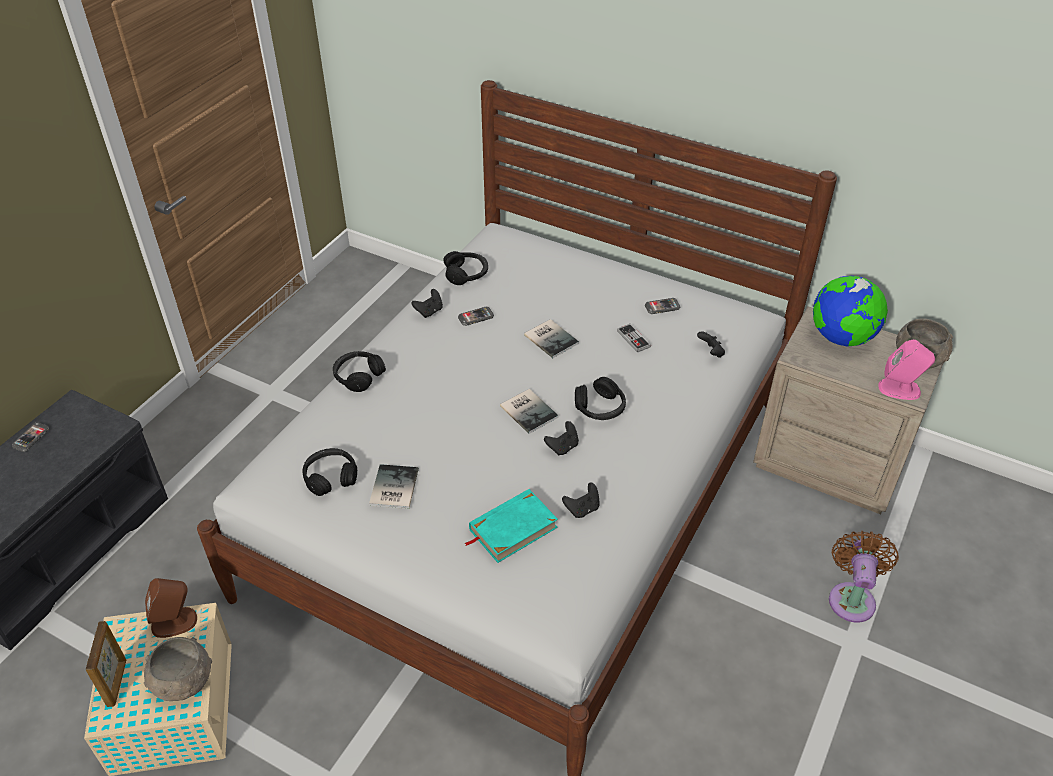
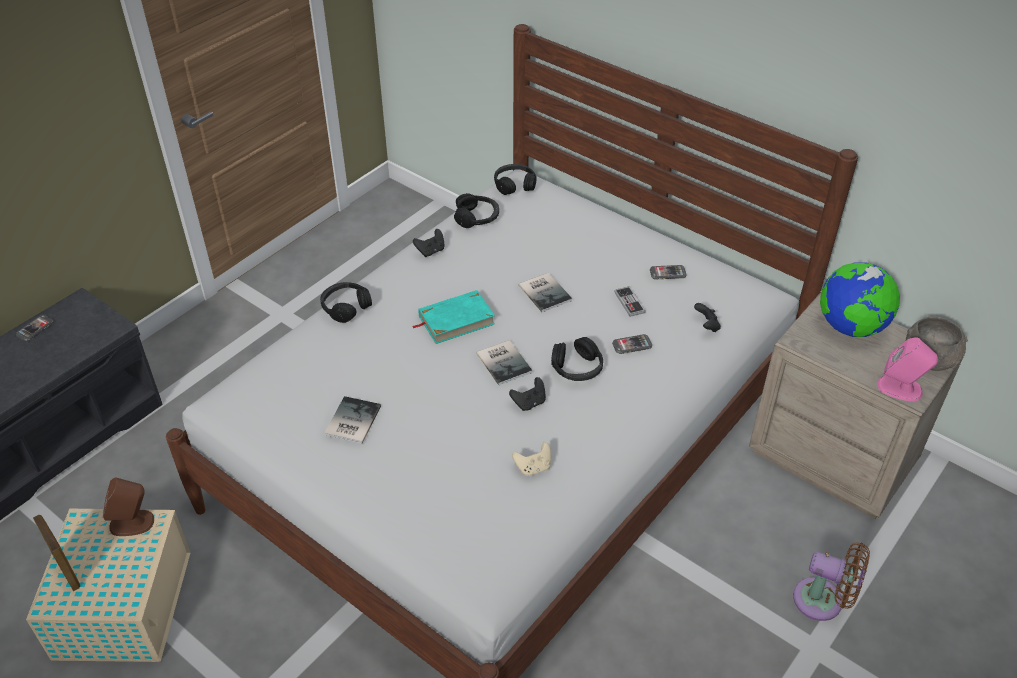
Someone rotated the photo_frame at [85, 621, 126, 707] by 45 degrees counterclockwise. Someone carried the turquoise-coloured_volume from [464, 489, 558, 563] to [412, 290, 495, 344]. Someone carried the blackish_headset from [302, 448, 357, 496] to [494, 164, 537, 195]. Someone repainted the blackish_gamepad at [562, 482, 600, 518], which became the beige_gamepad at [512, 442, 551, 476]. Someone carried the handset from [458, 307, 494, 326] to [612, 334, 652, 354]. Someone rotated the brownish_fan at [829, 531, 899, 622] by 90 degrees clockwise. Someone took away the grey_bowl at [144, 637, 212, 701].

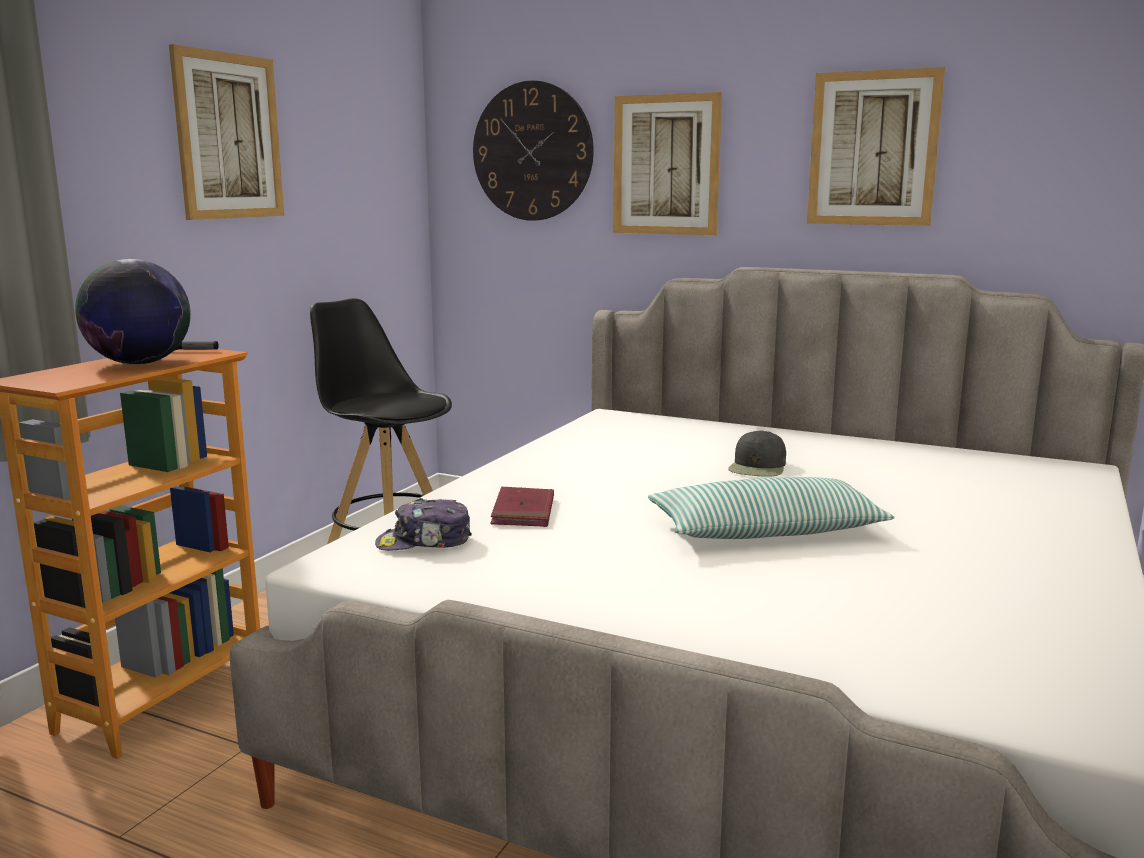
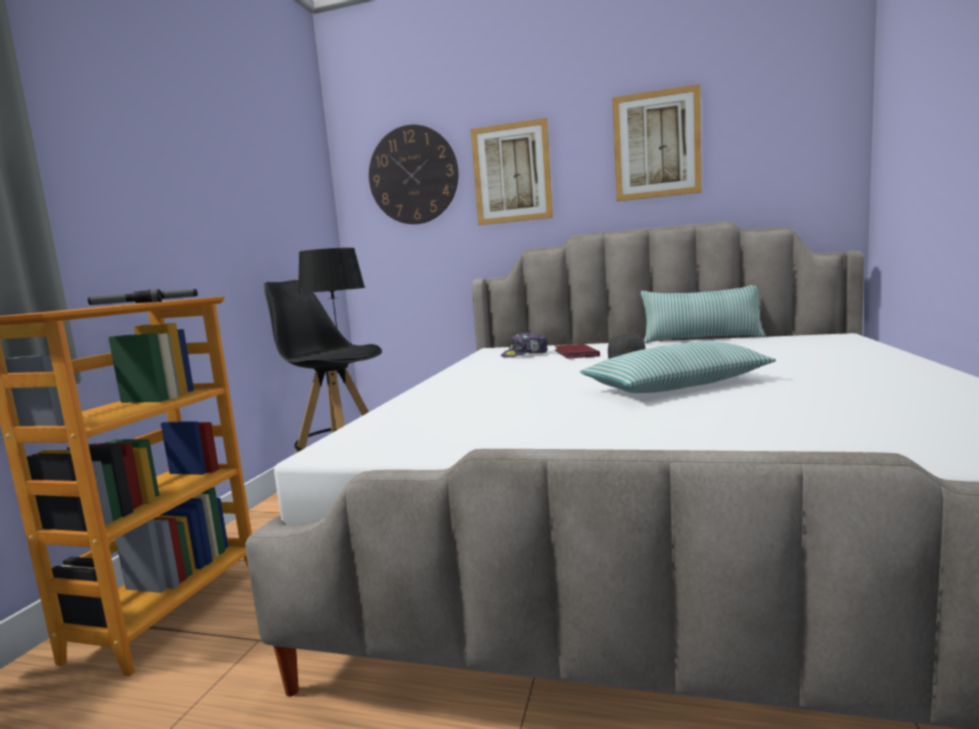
Someone swapped the globe at [75, 259, 191, 365] for the torch at [88, 289, 162, 305]. Someone put down the blackish_tabletop_lamp at [298, 248, 365, 349]. Someone carried the peaked_cap from [375, 498, 472, 551] to [501, 332, 548, 358]. Someone carried the reddish_volume from [490, 487, 554, 527] to [555, 344, 600, 359]. Someone put down the pillow at [640, 285, 765, 343]. Someone took away the wall_picture at [169, 44, 284, 220].

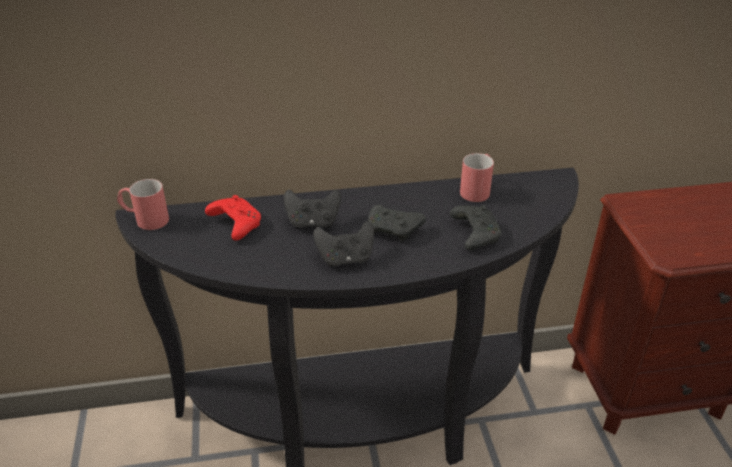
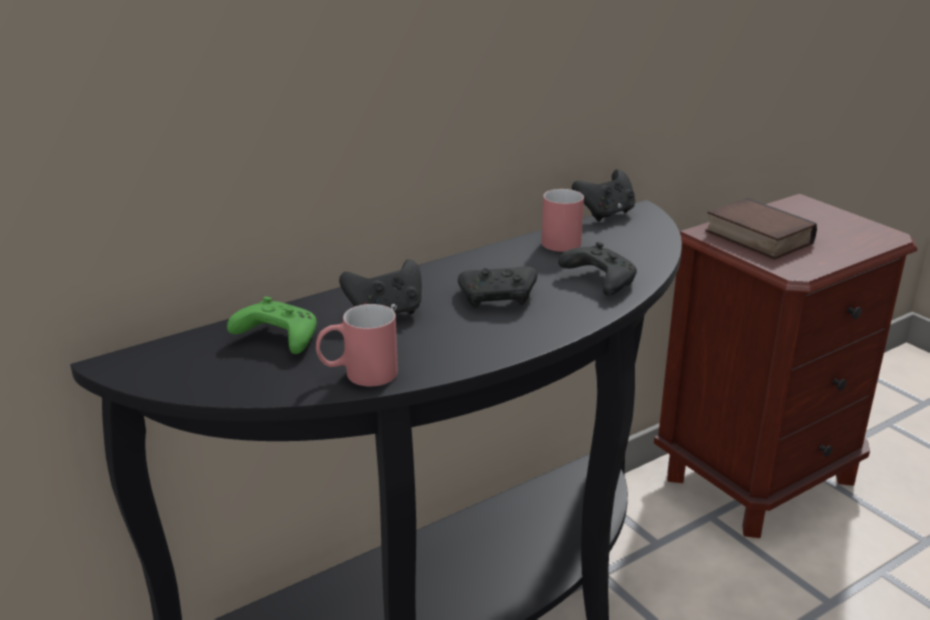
Someone repainted the reddish_gamepad at [205, 195, 261, 241], which became the green_gamepad at [227, 297, 317, 354]. Someone carried the reddish_coffee_mug from [117, 179, 169, 230] to [316, 304, 398, 387]. Someone carried the blackish_gamepad from [313, 221, 374, 267] to [572, 170, 635, 221]. Someone put down the volume at [705, 198, 817, 260].

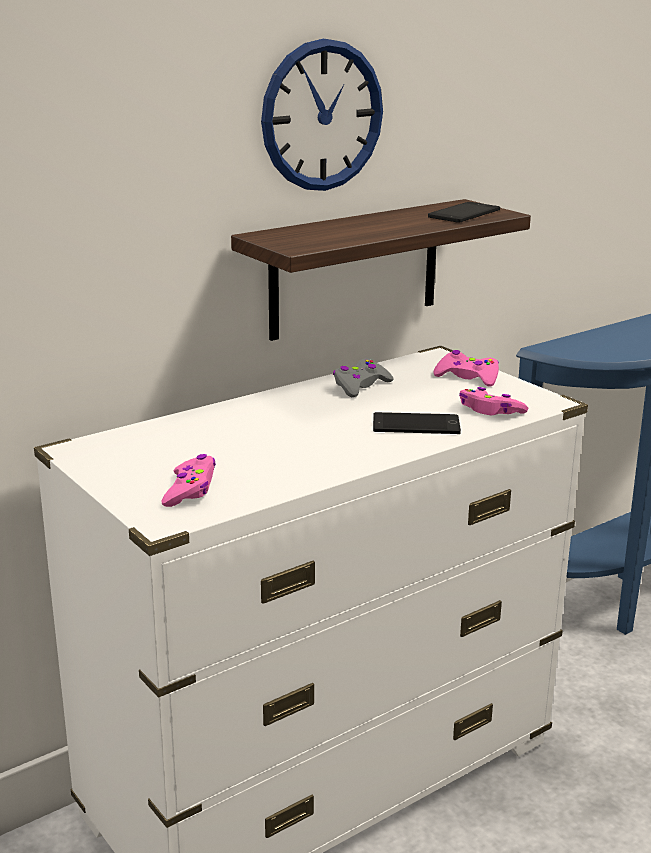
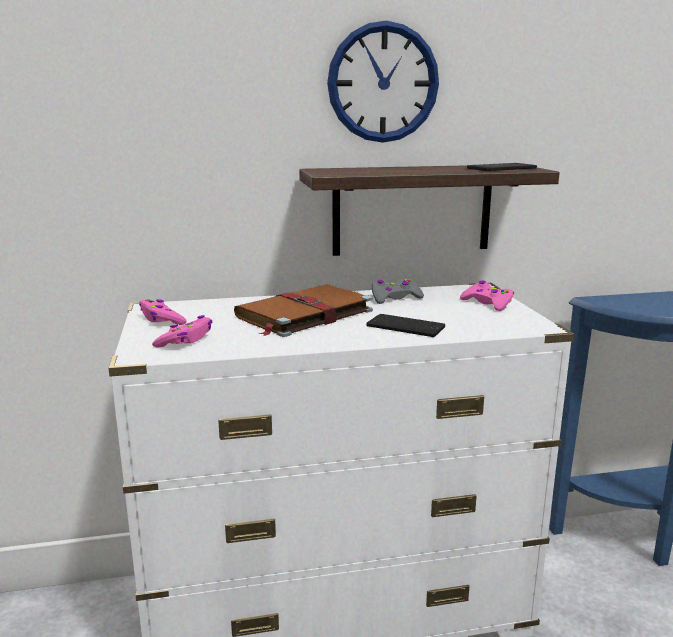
Someone carried the pinkish_gamepad from [459, 387, 528, 415] to [139, 299, 187, 325]. Someone put down the brownish_volume at [234, 284, 373, 337].

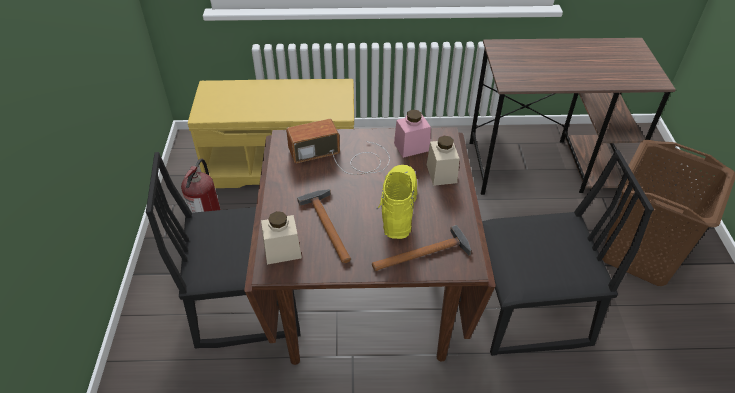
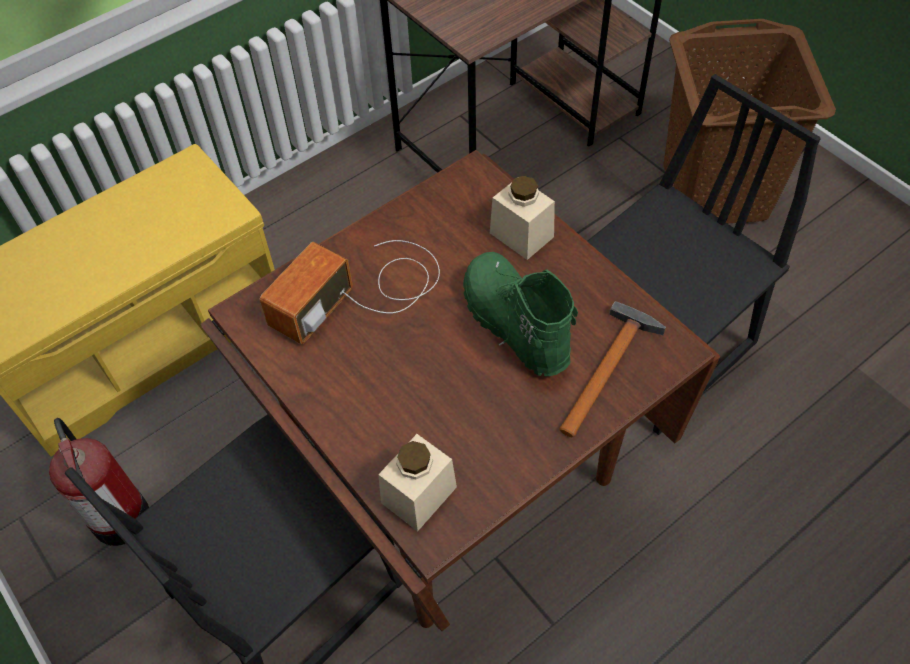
Someone repainted the yellow_boot at [376, 165, 417, 239], which became the green_boot at [463, 252, 578, 376]. Someone took away the hammer at [297, 189, 351, 263]. Someone took away the pinkish_preserve_jar at [394, 110, 431, 158].

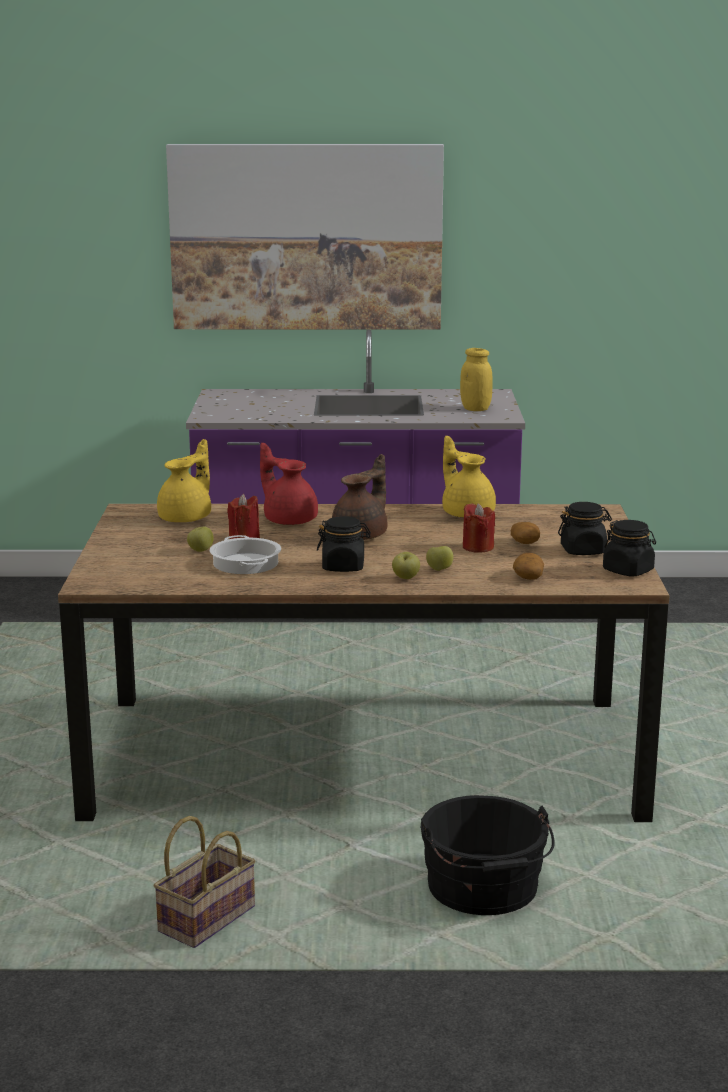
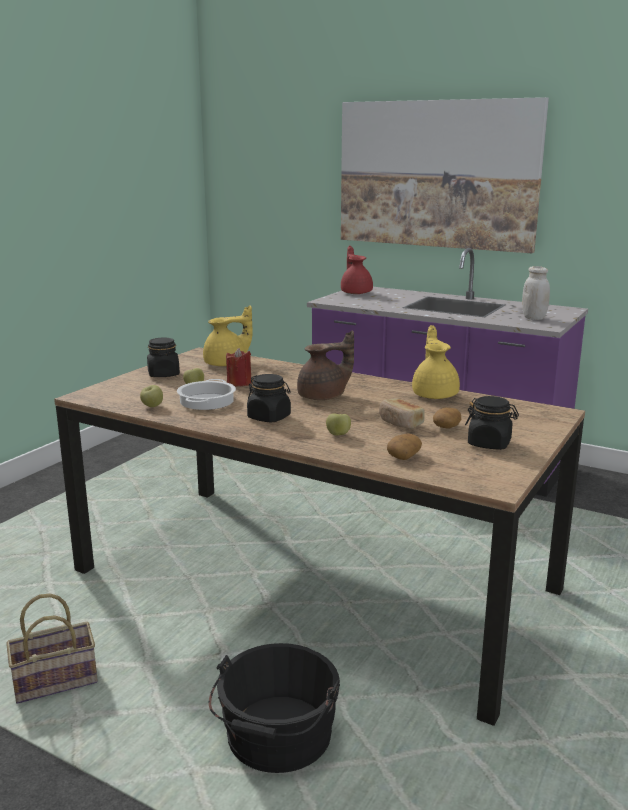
Someone carried the whole_apple from [392, 552, 420, 579] to [140, 385, 163, 407]. Someone carried the blackish_preserve_jar from [603, 520, 656, 576] to [147, 337, 180, 377]. Someone carried the reddish_tea_pot from [260, 443, 318, 525] to [341, 246, 373, 294]. Someone swapped the reddish_wax_candle at [463, 503, 495, 552] for the baked_bread at [379, 398, 425, 429]. Someone repainted the yellow_preserve_jar at [460, 348, 493, 411], which became the white-coloured_preserve_jar at [522, 266, 550, 320].

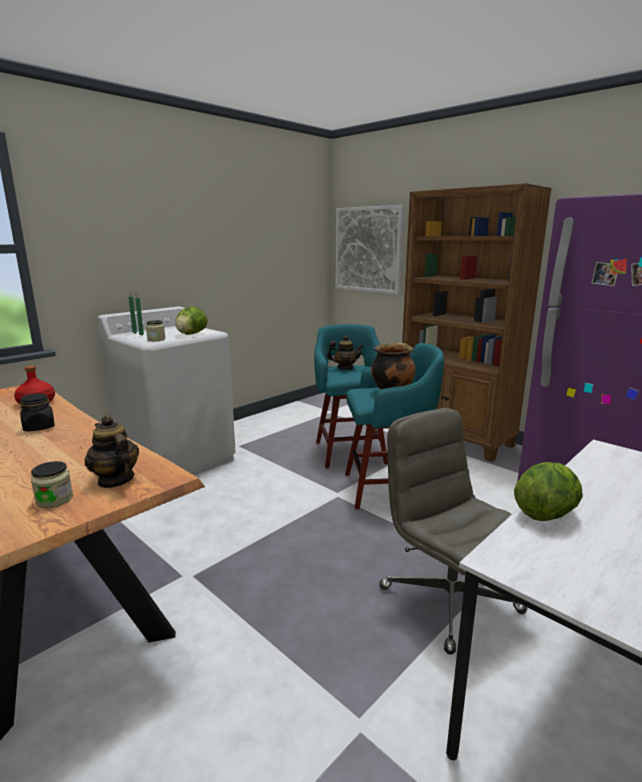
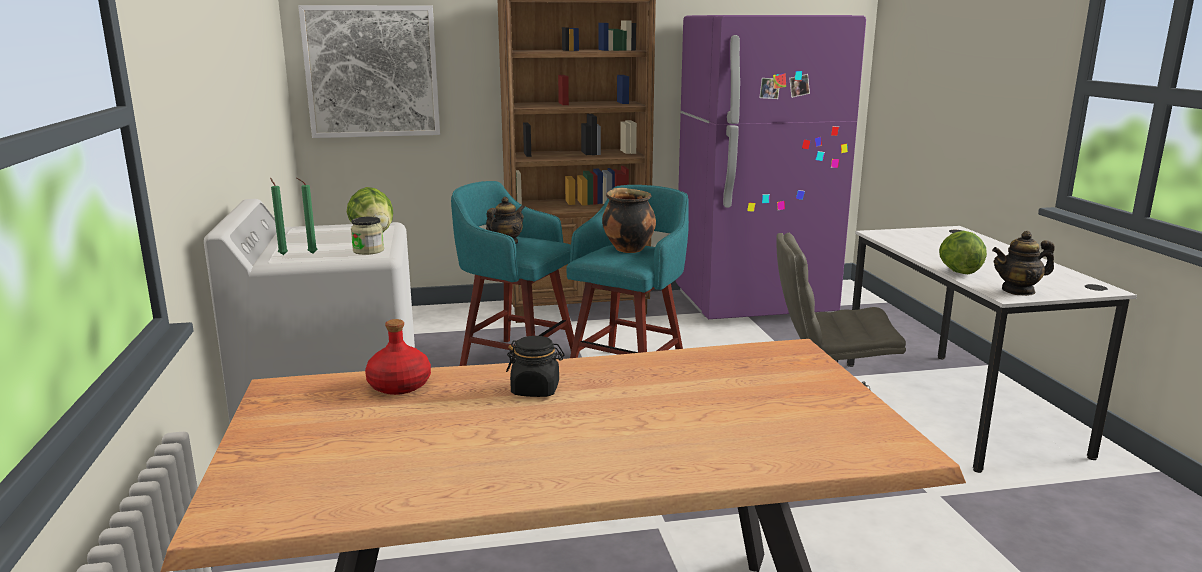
Someone carried the tea_pot from [84, 415, 139, 488] to [992, 231, 1055, 296]. Someone took away the preserve_jar at [31, 461, 73, 508].

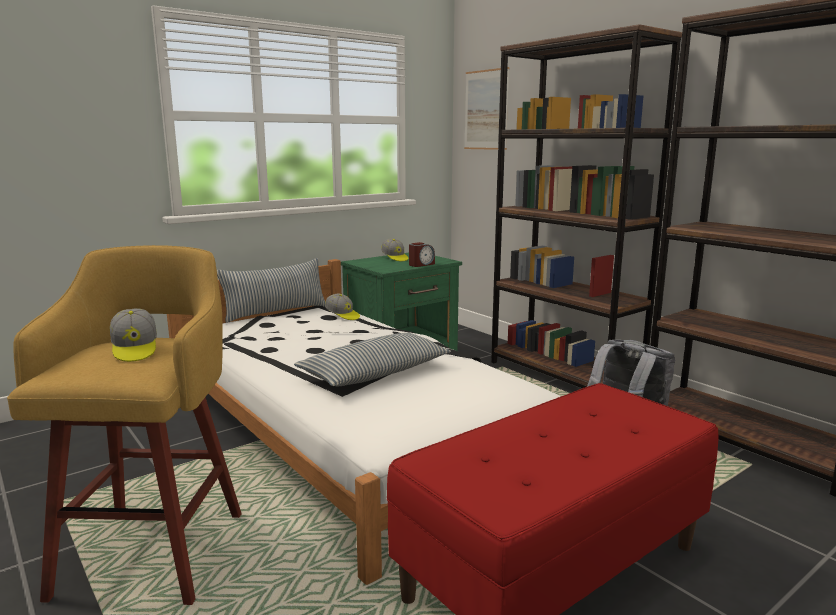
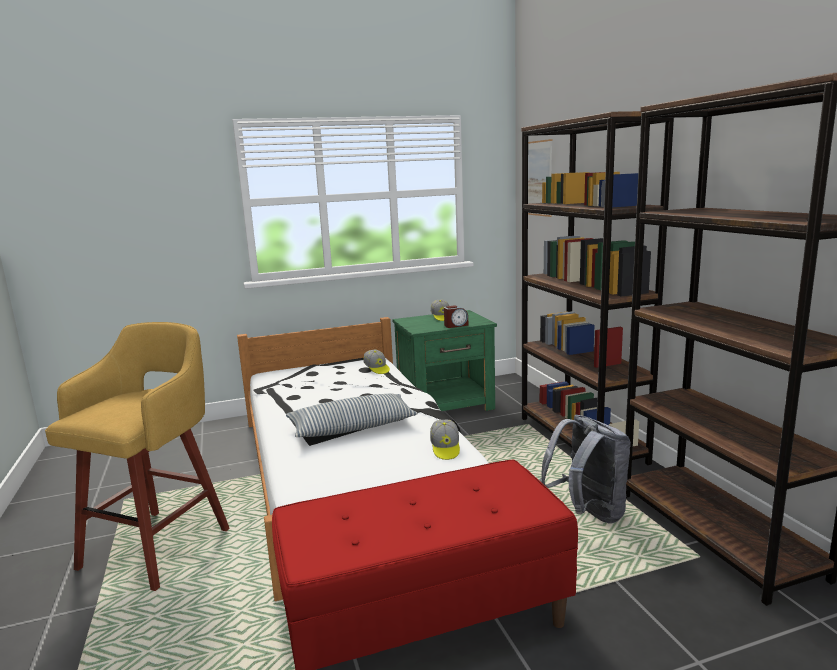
Someone carried the peaked_cap from [110, 309, 157, 362] to [430, 419, 460, 460]. Someone took away the pillow at [217, 258, 325, 323].

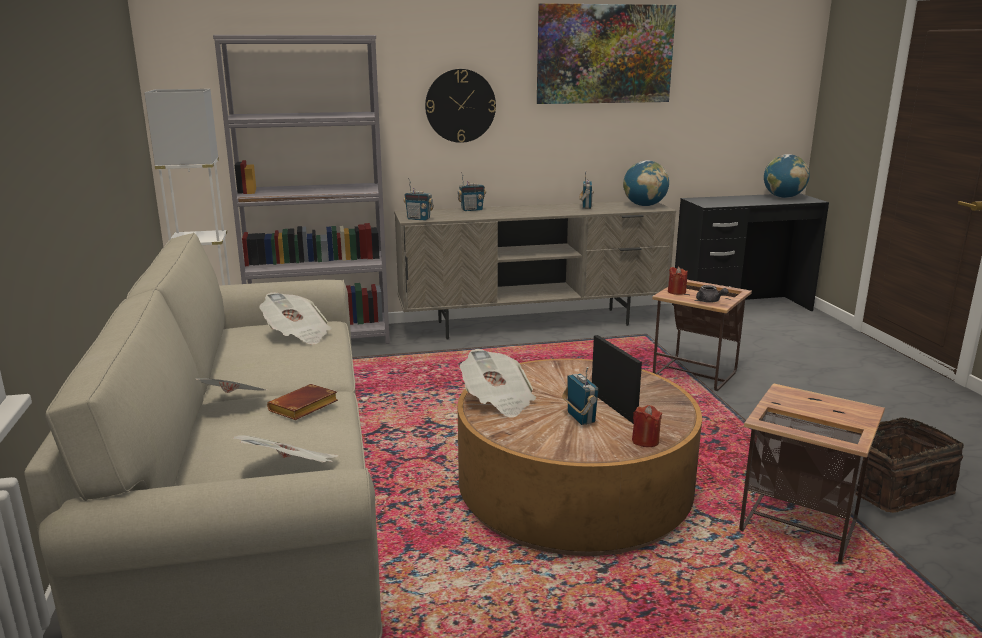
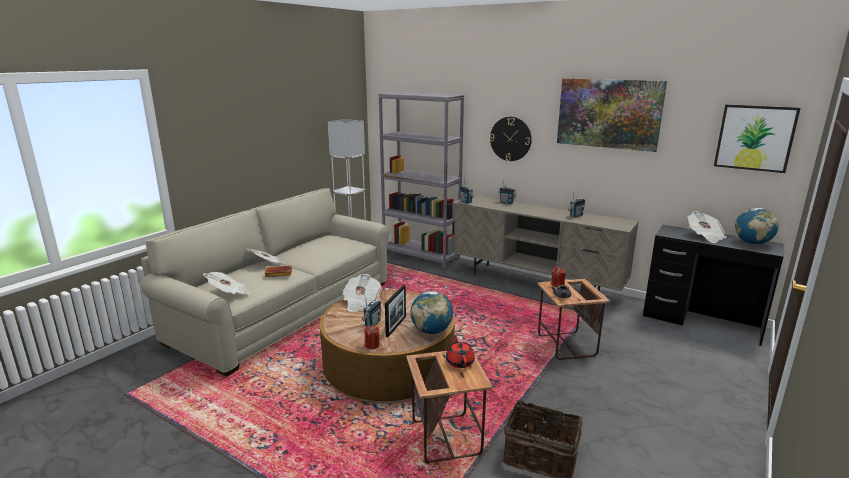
Someone carried the globe from [623, 160, 669, 206] to [410, 291, 453, 334]. Someone put down the reddish_tea_pot at [446, 335, 475, 368]. Someone carried the newspaper from [260, 292, 332, 345] to [687, 211, 726, 243]. Someone put up the wall_picture at [714, 105, 800, 173].

